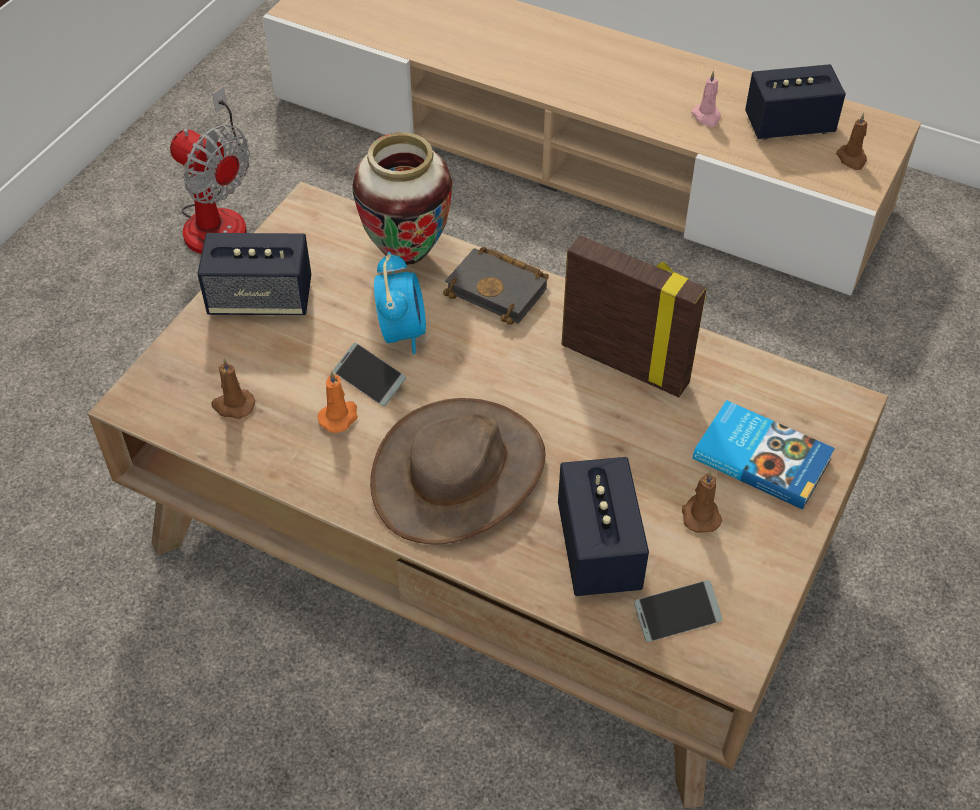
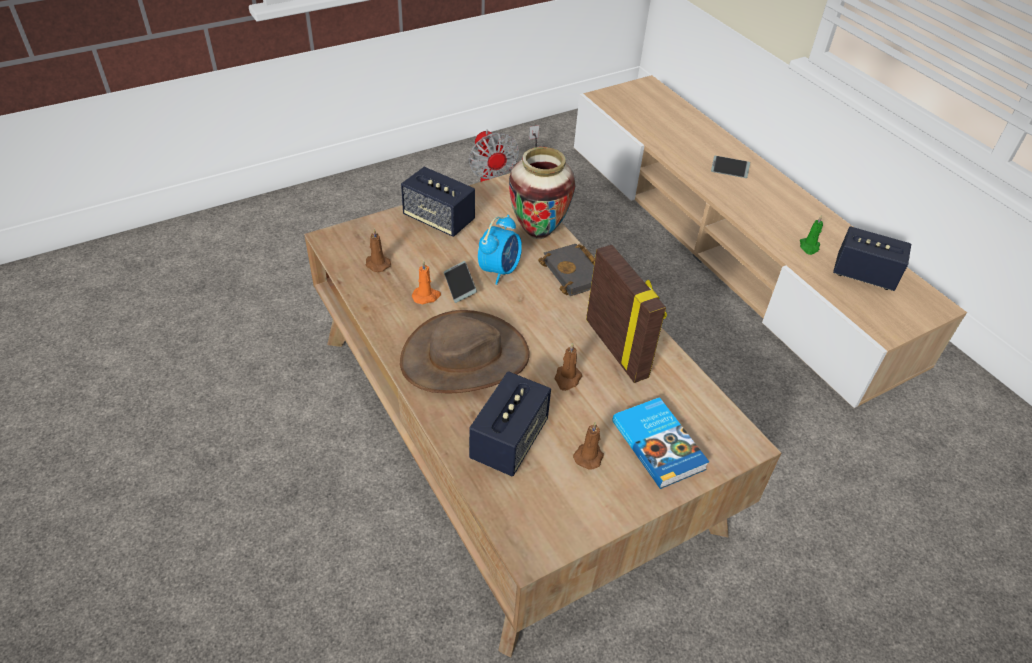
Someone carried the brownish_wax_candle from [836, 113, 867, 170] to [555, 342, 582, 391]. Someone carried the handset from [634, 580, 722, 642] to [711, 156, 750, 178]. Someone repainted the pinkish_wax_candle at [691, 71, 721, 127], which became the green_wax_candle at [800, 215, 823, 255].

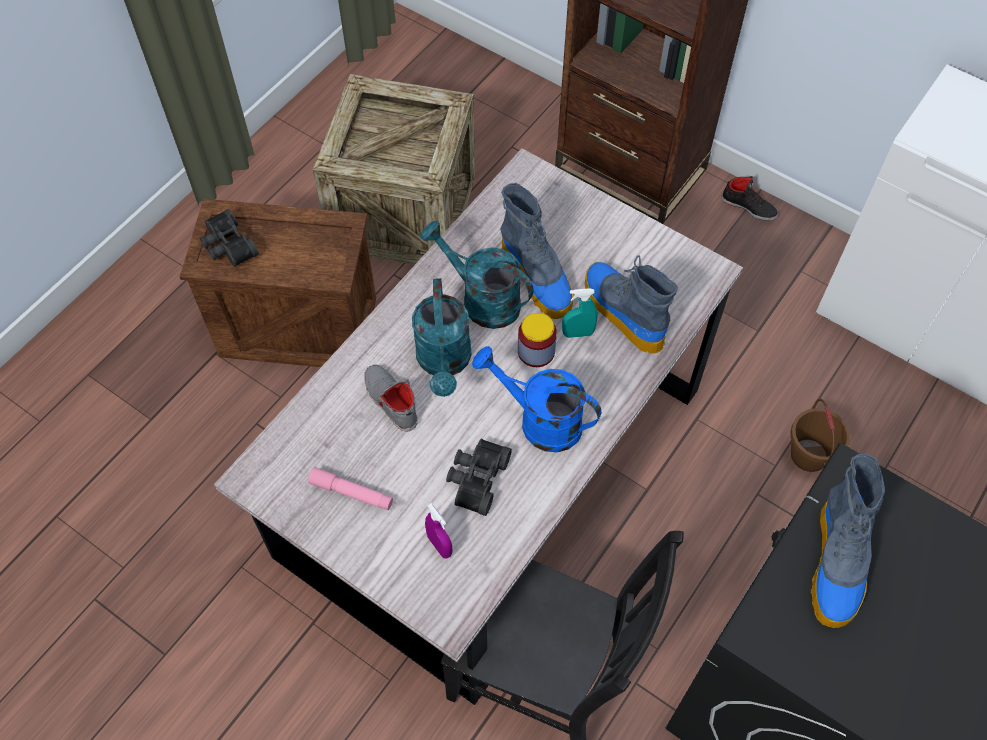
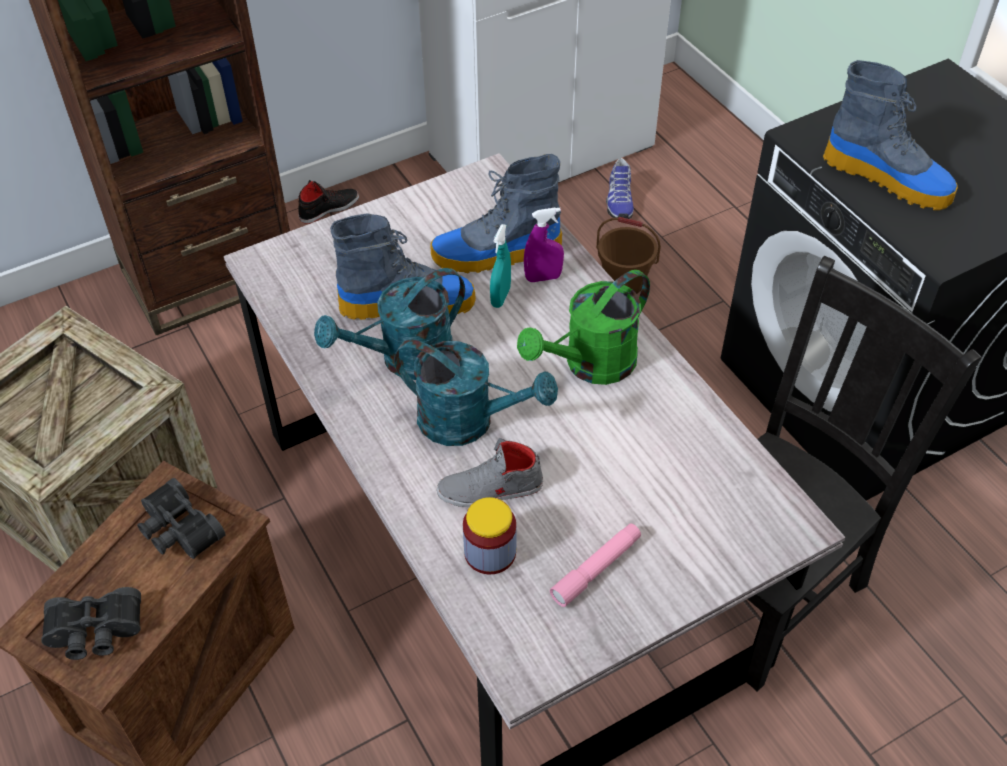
Someone carried the blackish_pair_of_binoculars from [446, 439, 512, 516] to [137, 478, 226, 559]. Someone carried the preserve_jar from [518, 313, 557, 367] to [463, 497, 516, 574]. Someone repainted the blue-coloured_watering_pot at [472, 346, 602, 452], which became the green_watering_pot at [517, 270, 650, 385]. Someone carried the purple_spray_bottle from [425, 503, 452, 559] to [524, 207, 564, 282]. Someone put down the low_shoe at [606, 158, 634, 219].

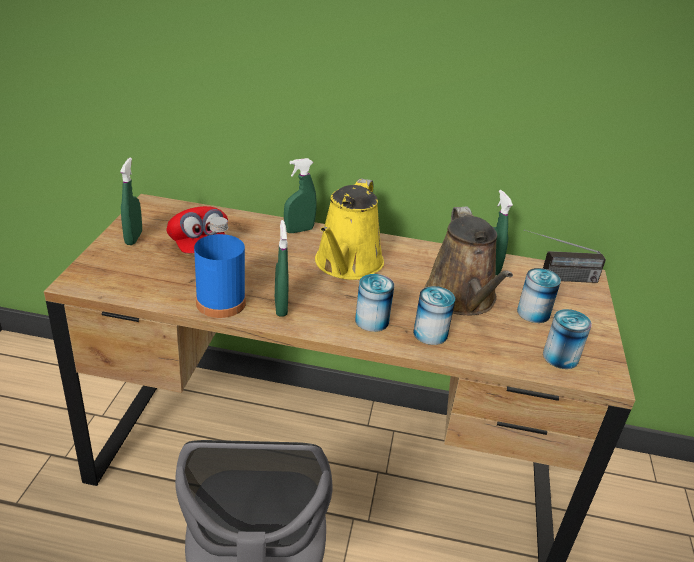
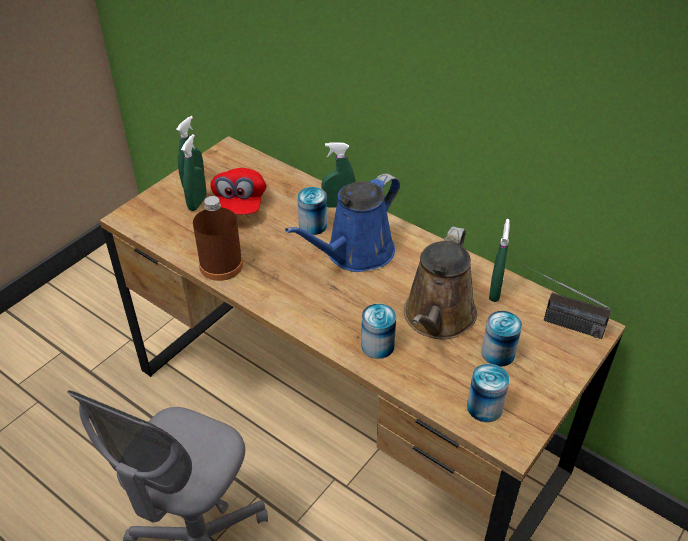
Someone carried the green_spray_bottle from [275, 220, 289, 316] to [181, 134, 206, 211]. Someone repainted the blue-coloured_bottle at [194, 217, 246, 318], which became the brownish_bottle at [193, 196, 243, 281]. Someone repainted the yellow_watering_pot at [315, 178, 384, 280], which became the blue-coloured_watering_pot at [285, 173, 400, 272]. Someone carried the metal_can from [355, 274, 394, 332] to [297, 187, 327, 235].

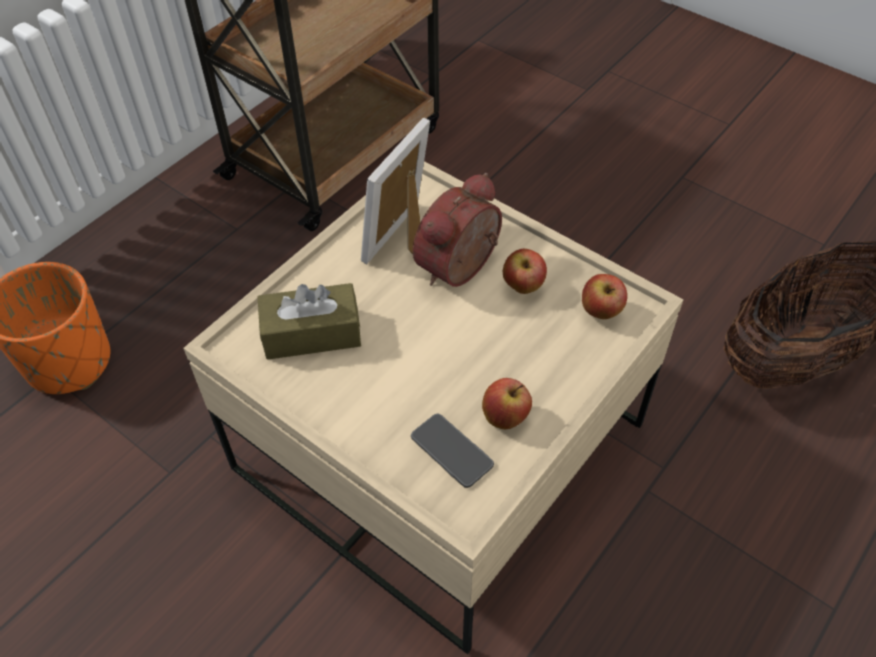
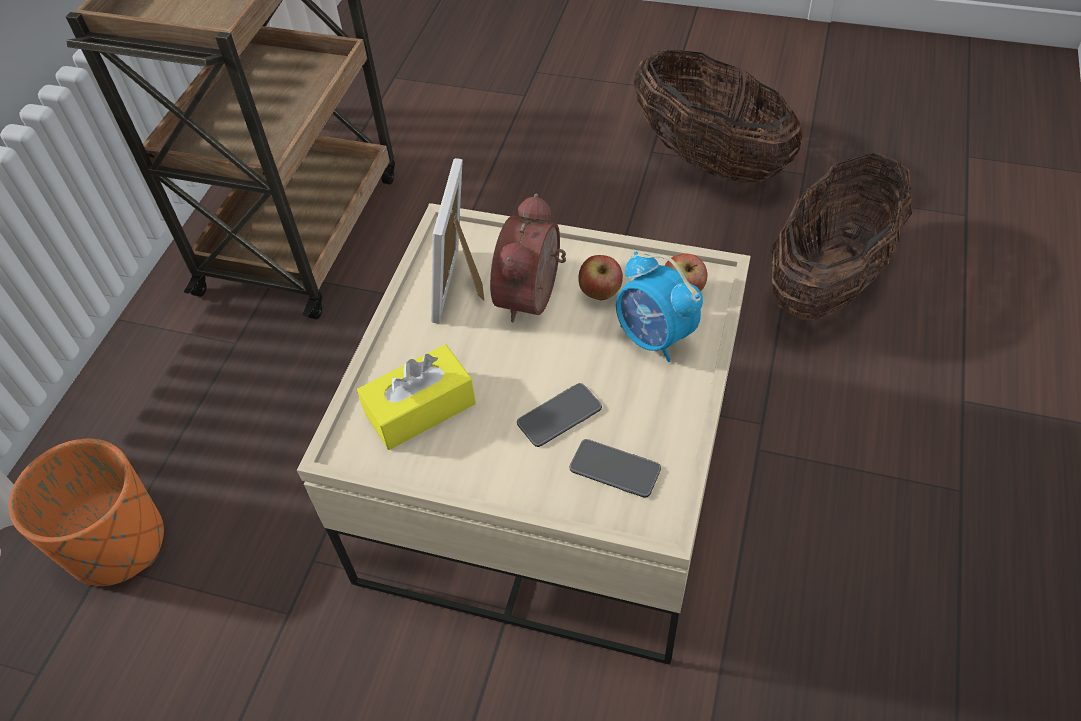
Someone repainted the brownish_tissue_box at [257, 283, 361, 360], which became the yellow_tissue_box at [357, 344, 476, 450]. Someone put down the handset at [517, 383, 602, 447]. Someone put down the bedside_clock at [616, 251, 703, 362]. Someone put down the storage_basket at [634, 48, 802, 183]. Someone took away the whole_apple at [482, 378, 532, 429].

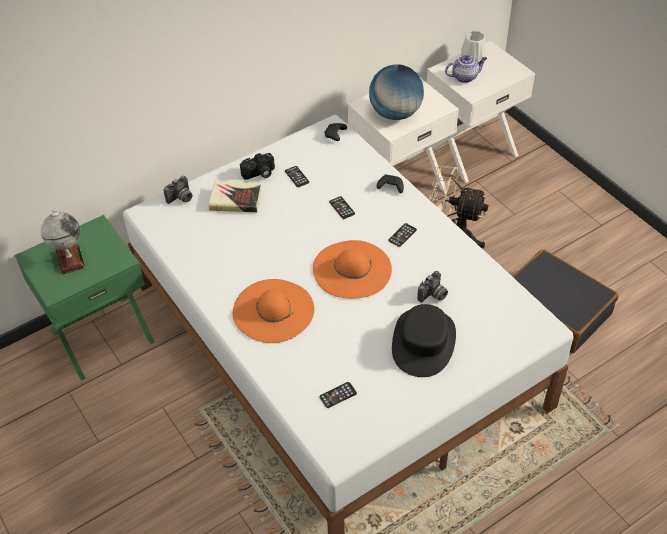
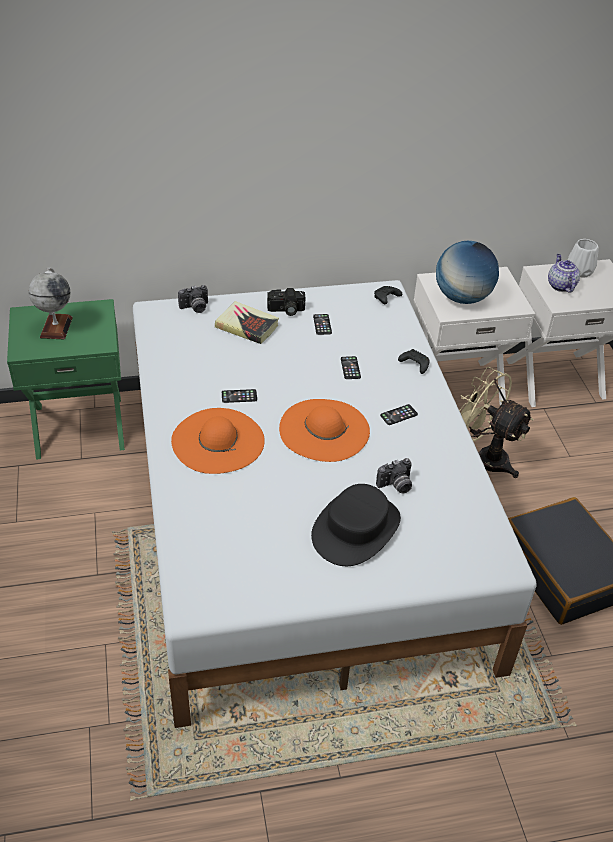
Someone carried the handset from [320, 382, 357, 408] to [222, 389, 257, 403]. Someone rotated the tea_pot at [445, 55, 487, 83] by 105 degrees counterclockwise.

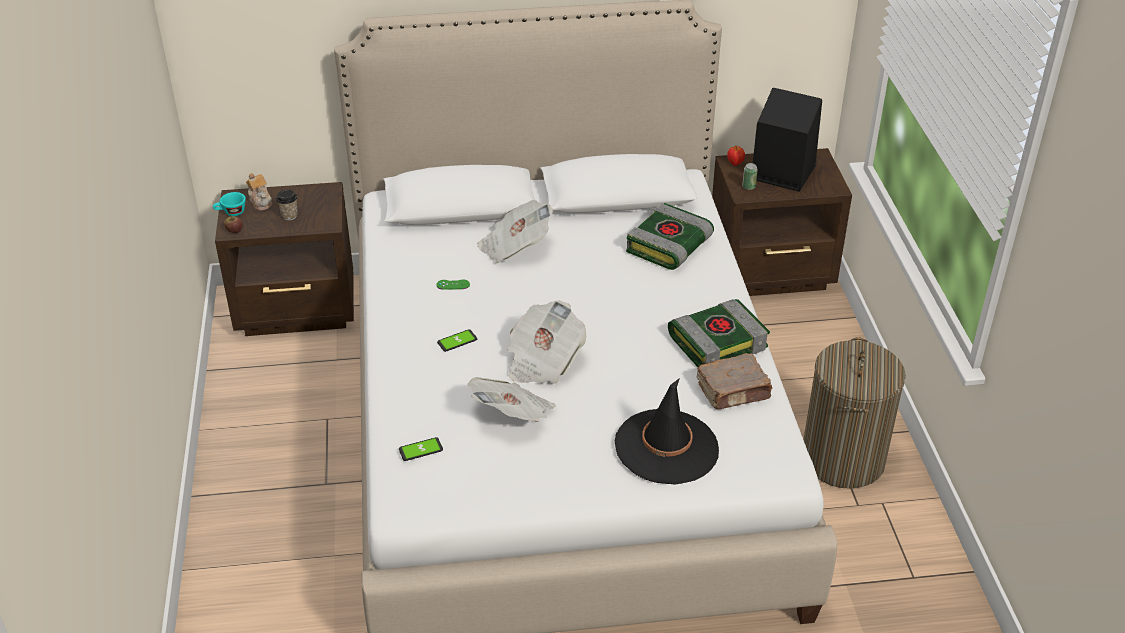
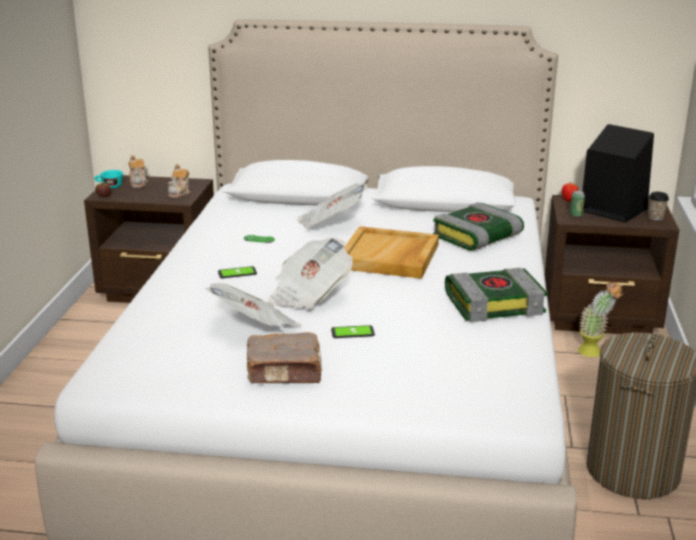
Someone put down the tea_pot at [168, 164, 190, 198]. Someone carried the brownish_volume from [697, 353, 773, 409] to [247, 332, 322, 383]. Someone carried the handset from [399, 437, 443, 461] to [331, 325, 375, 338]. Someone put down the beige_tray at [344, 226, 439, 279]. Someone put down the houseplant at [578, 282, 623, 357]. Someone carried the drinking_cup from [276, 190, 298, 221] to [648, 192, 669, 220]. Someone took away the blackish_hat at [615, 378, 719, 485].

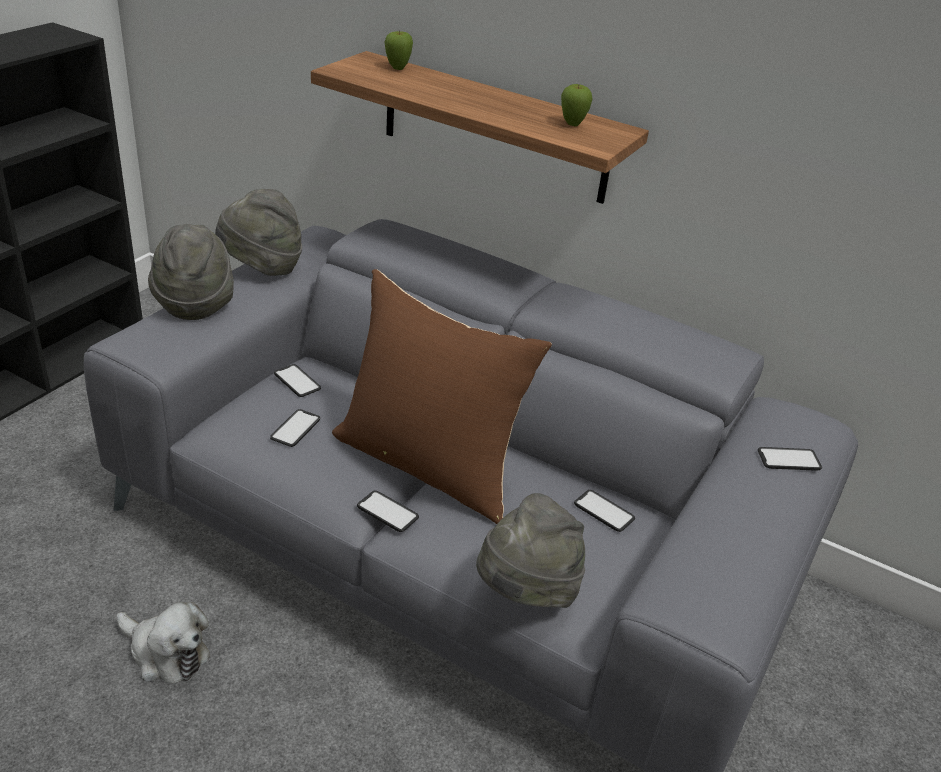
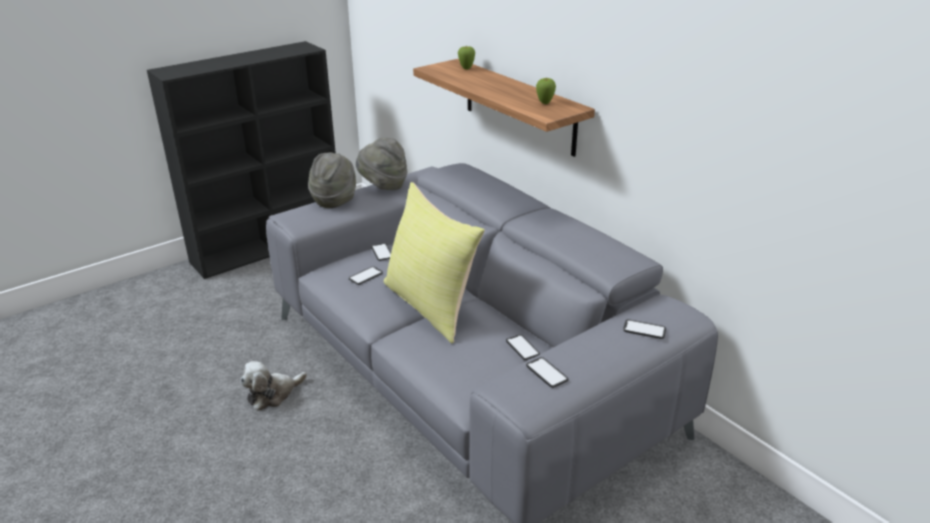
Someone rotated the plush_toy at [116, 602, 210, 684] by 90 degrees clockwise. Someone repainted the brownish_pillow at [332, 269, 552, 524], which became the yellow_pillow at [383, 182, 485, 343]. Someone carried the handset from [357, 490, 419, 532] to [526, 357, 569, 388]. Someone took away the grey_hat at [476, 493, 585, 608].

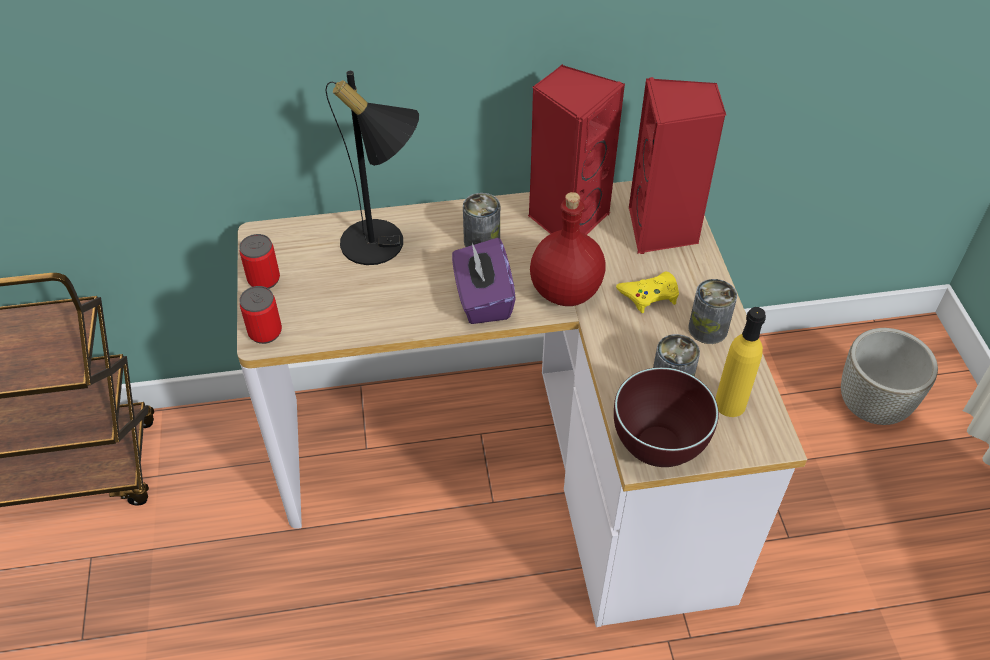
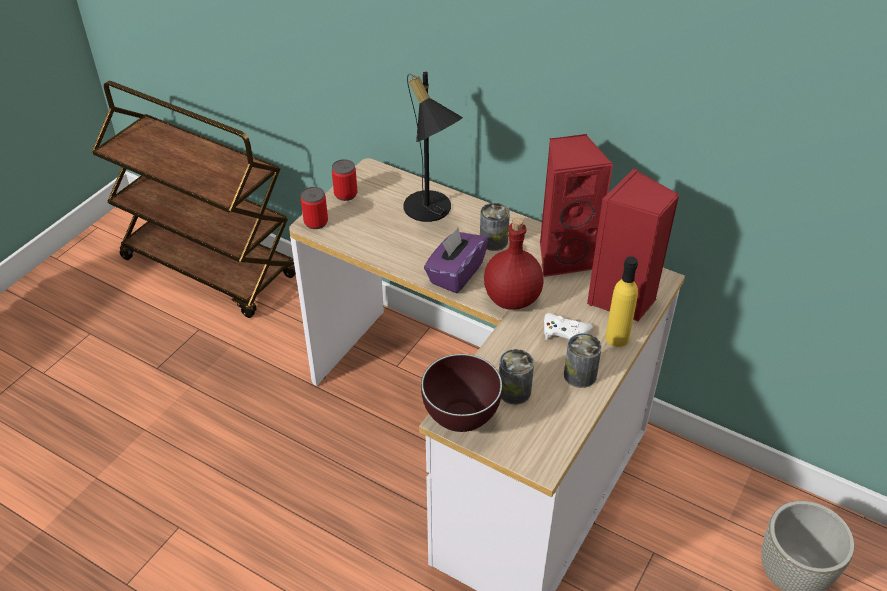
Someone repainted the yellow_gamepad at [616, 272, 679, 313], which became the white-coloured_gamepad at [544, 313, 593, 340]. Someone carried the yellow_bottle from [715, 307, 766, 417] to [605, 256, 638, 347].

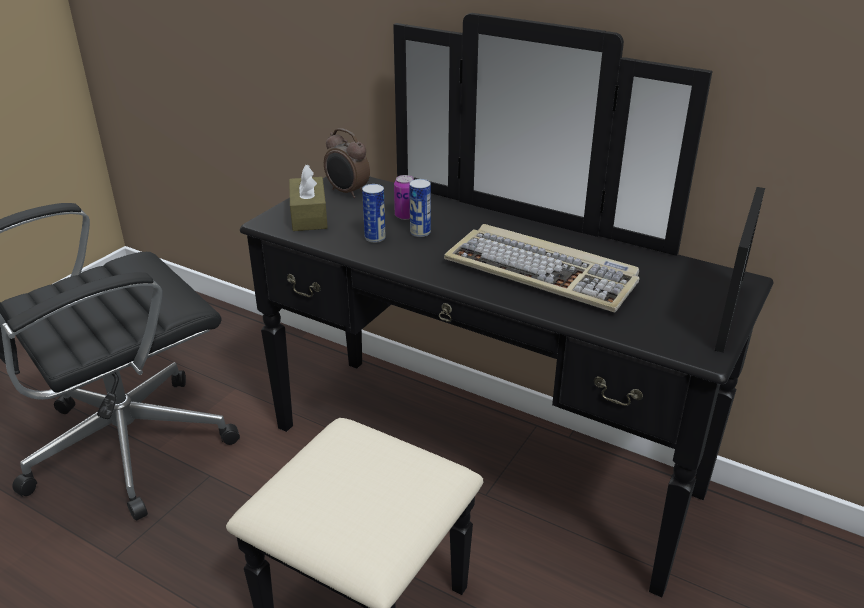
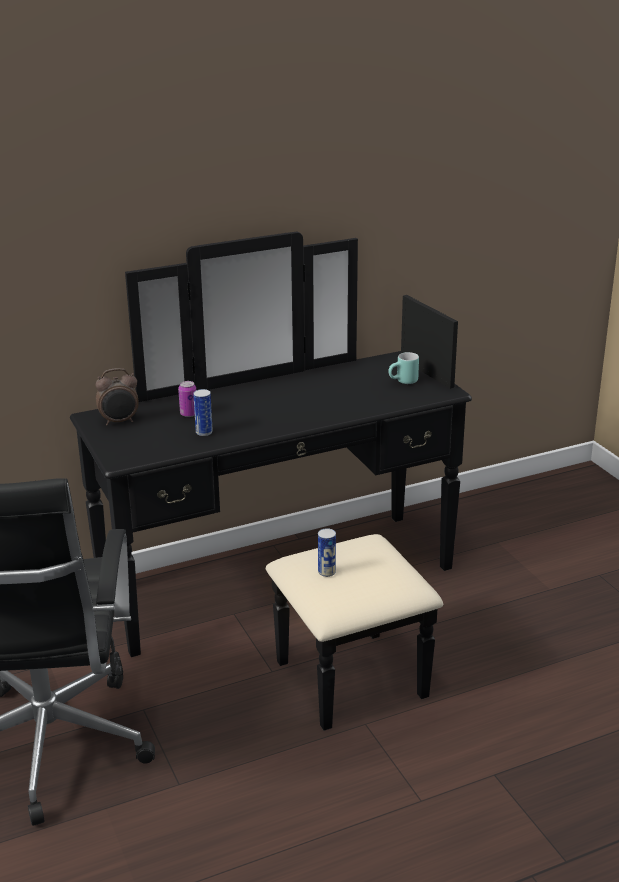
Someone carried the metal_can from [409, 179, 431, 237] to [318, 528, 336, 577]. Someone put down the turquoise-coloured_coffee_mug at [388, 352, 419, 384]. Someone took away the brownish_tissue_box at [289, 164, 328, 231]. Someone took away the keyboard at [444, 224, 639, 312].

